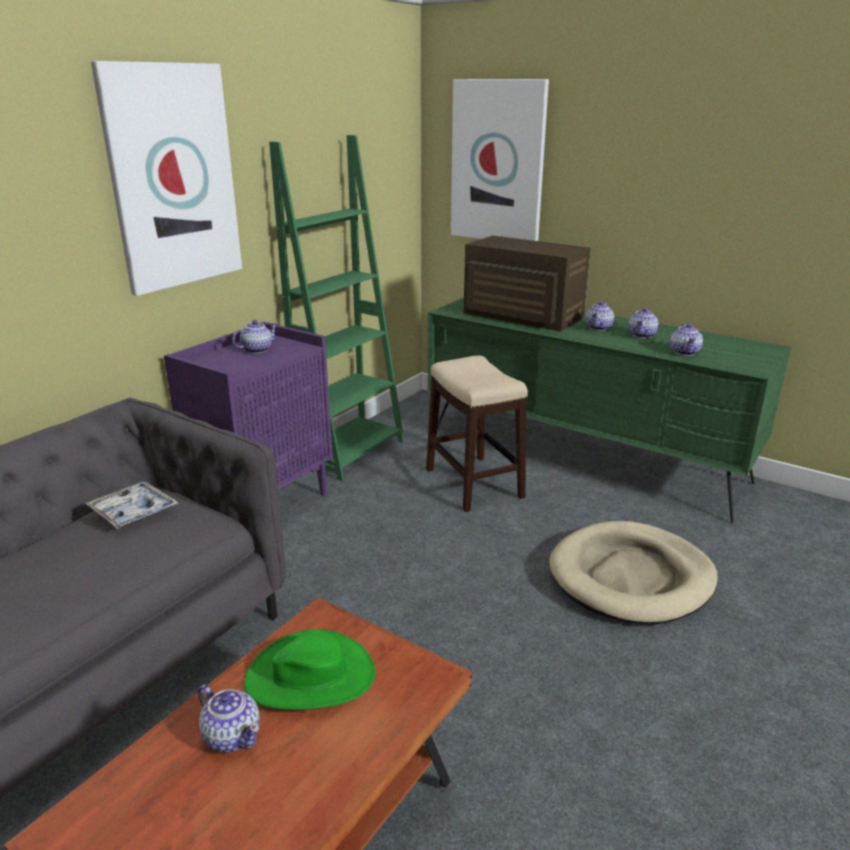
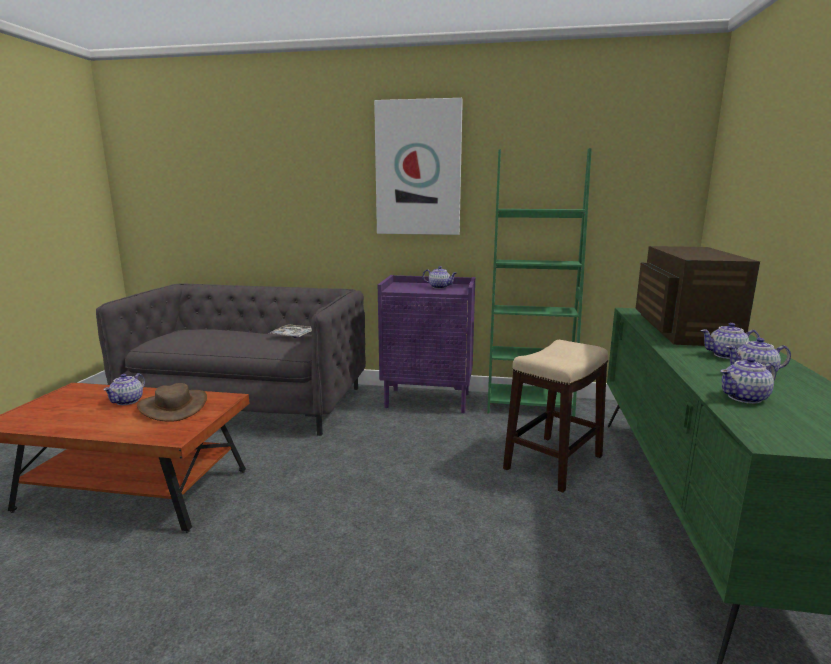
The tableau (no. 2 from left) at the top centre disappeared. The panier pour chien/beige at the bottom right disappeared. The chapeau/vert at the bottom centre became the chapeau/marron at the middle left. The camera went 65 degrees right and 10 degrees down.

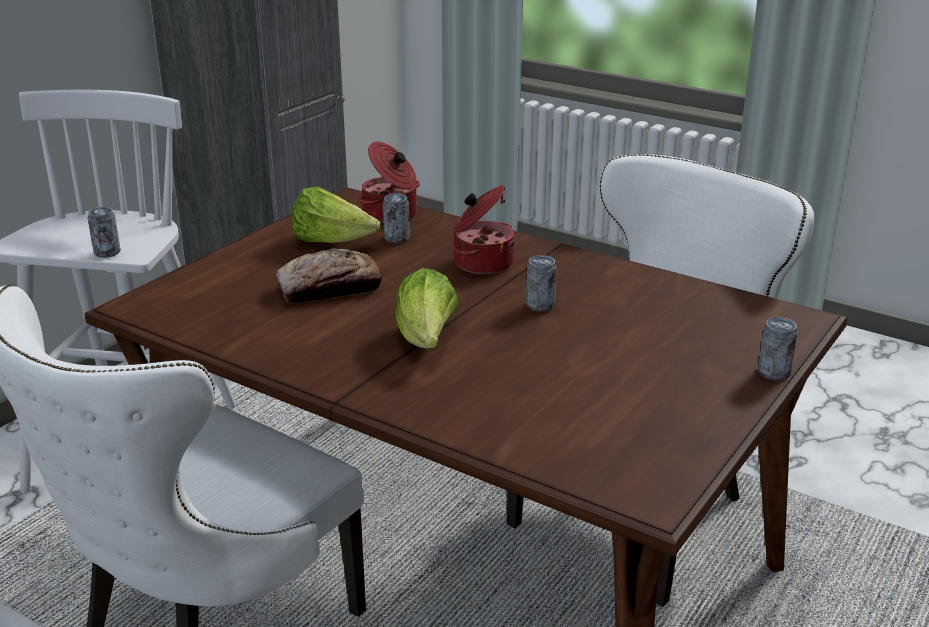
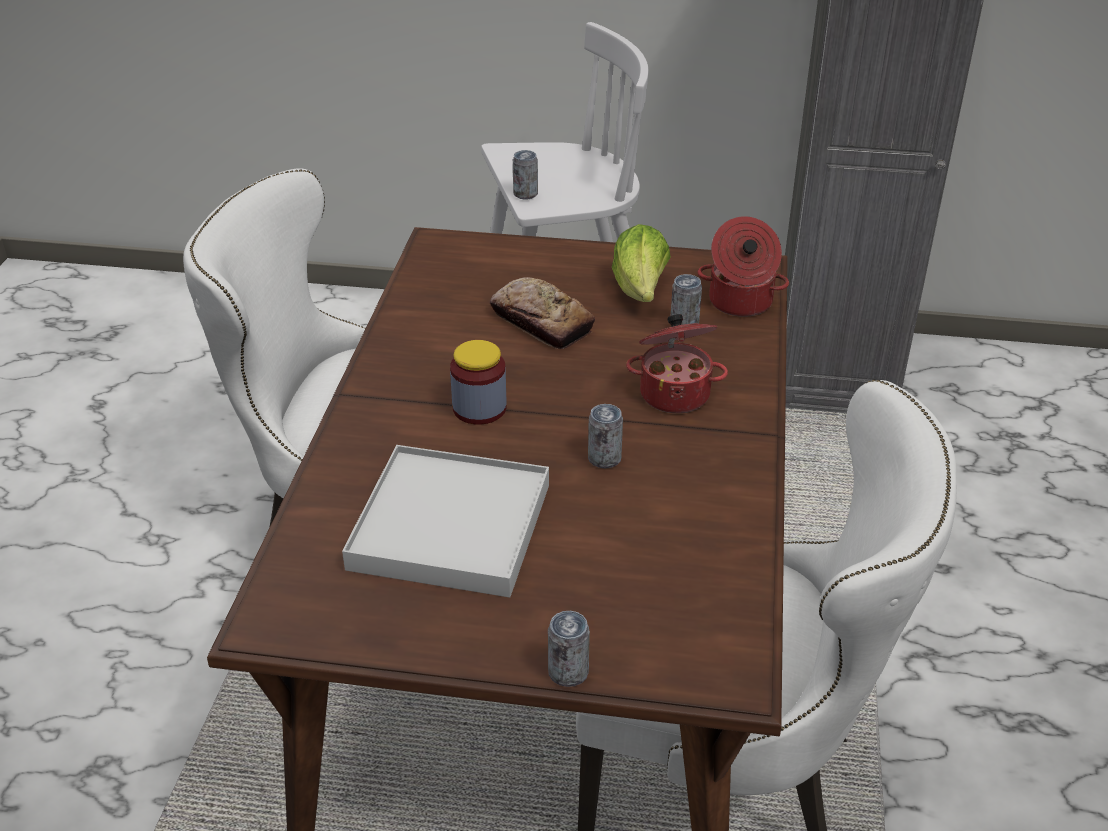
The laitue (no. 2 from left) at the centre was replaced by the bocal at the centre. The plateau/blanc at the centre appeared. The camera went 65 degrees right and 10 degrees up.

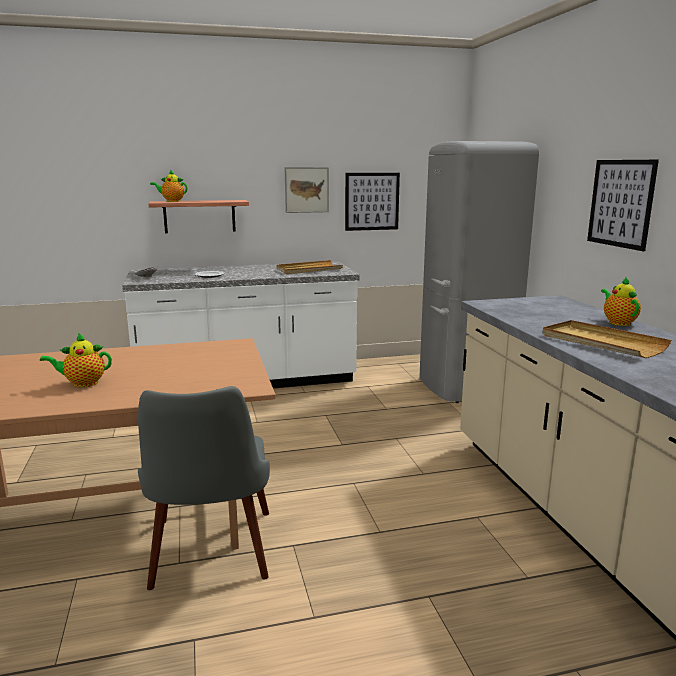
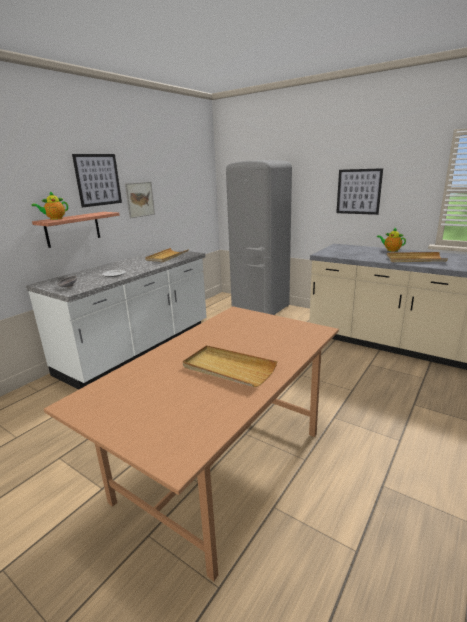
The tableau (no. 2 from left in the first image) moved from the top centre to the top left. The théière (no. 1 from left) at the middle left was replaced by the plateau/beige (no. 2 from left) at the centre. The chaise/gris at the bottom left disappeared. The camera went 40 degrees left and 5 degrees up.

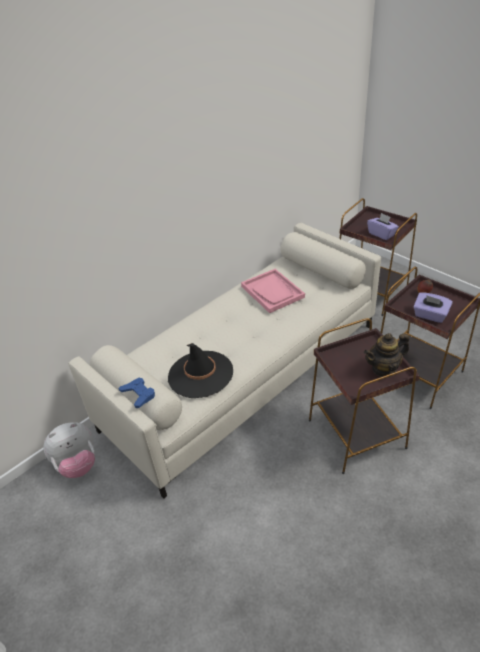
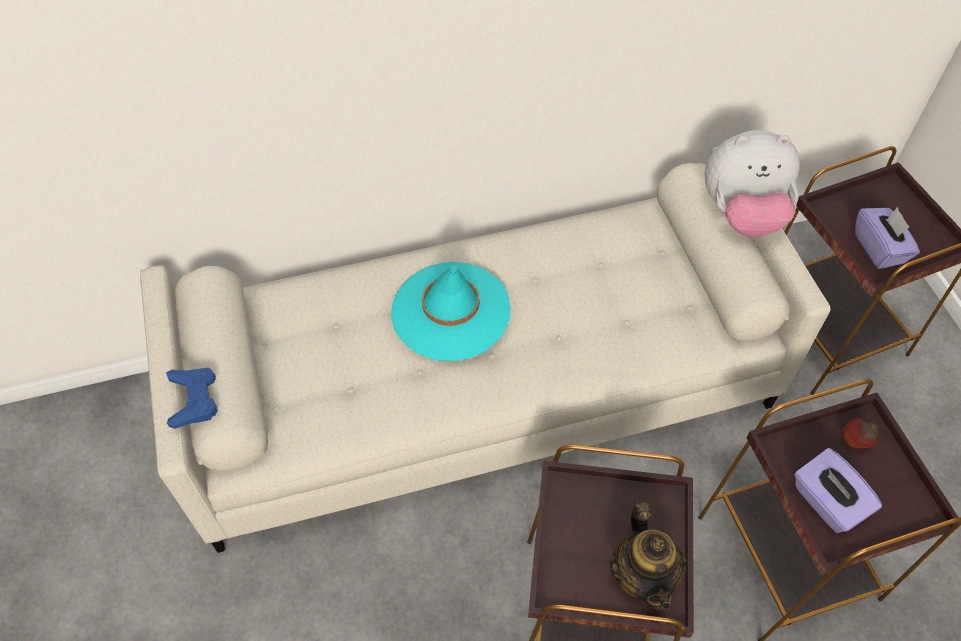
The plateau/rose at the centre disappeared. The théière at the middle right turned 105 degrees counterclockwise. The chapeau/noir at the centre disappeared. The peluche moved from the bottom left to the top right. The chapeau/turquoise at the centre appeared. The camera went 25 degrees right and 15 degrees up.

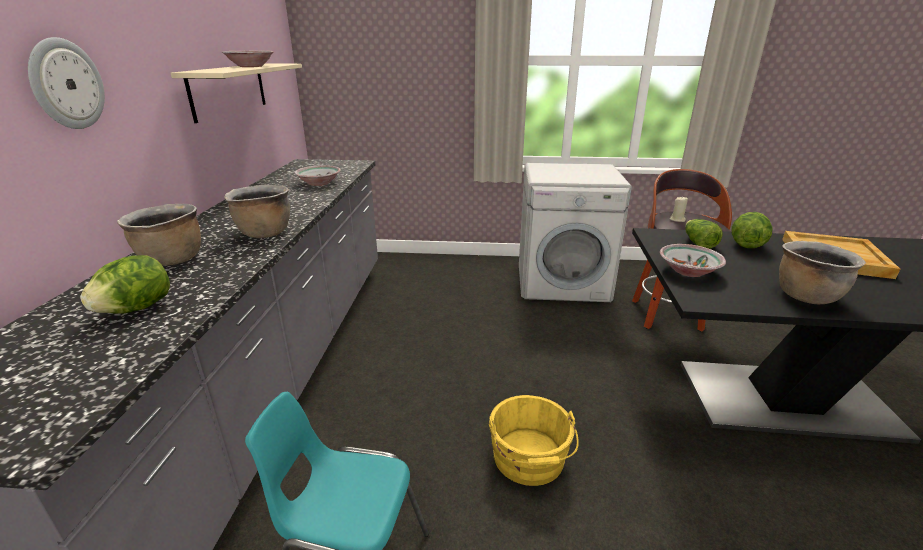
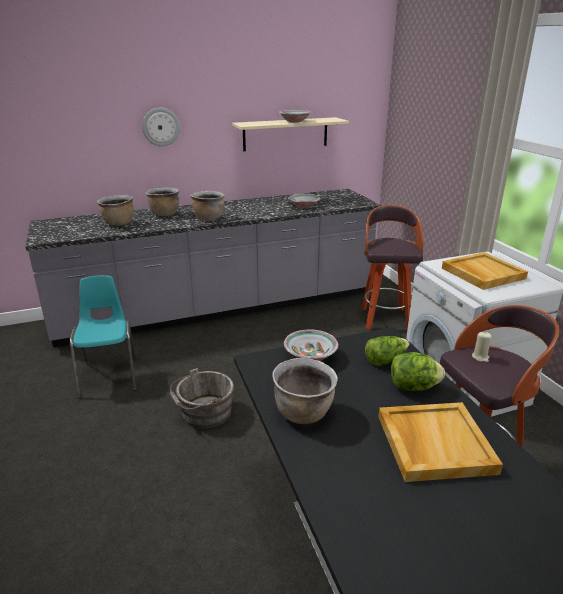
The laitue (no. 1 from left) at the middle left was replaced by the marmite/marron (no. 1 from left) at the middle left. The seau/jaune at the bottom centre became the seau/gris at the bottom centre. The tabouret (no. 1 from left) at the middle right appeared. The plateau/beige (no. 2 from left) at the middle right appeared. The camera went 65 degrees right and 0 degrees up.

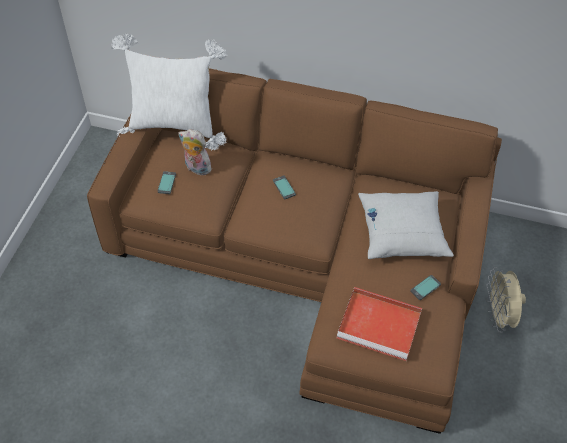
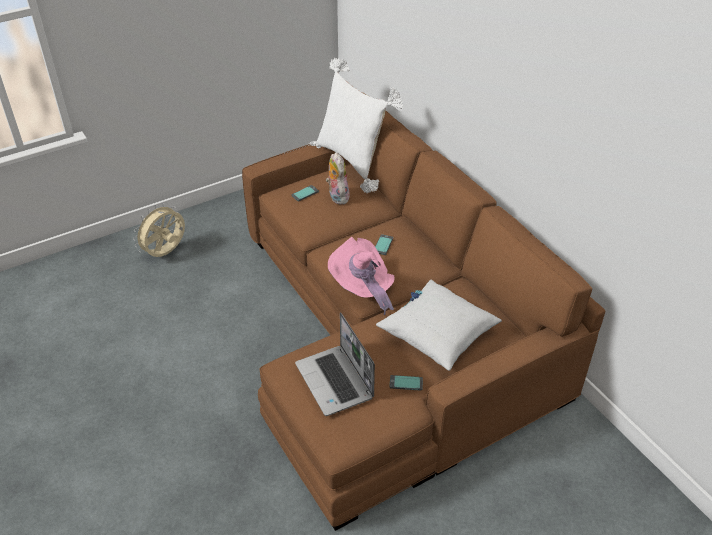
The ventilateur/beige moved from the bottom right to the middle left. The plateau/rouge at the bottom right was replaced by the ordinateur portable at the bottom centre. The chapeau/rose at the centre appeared. The camera went 45 degrees right and 10 degrees down.

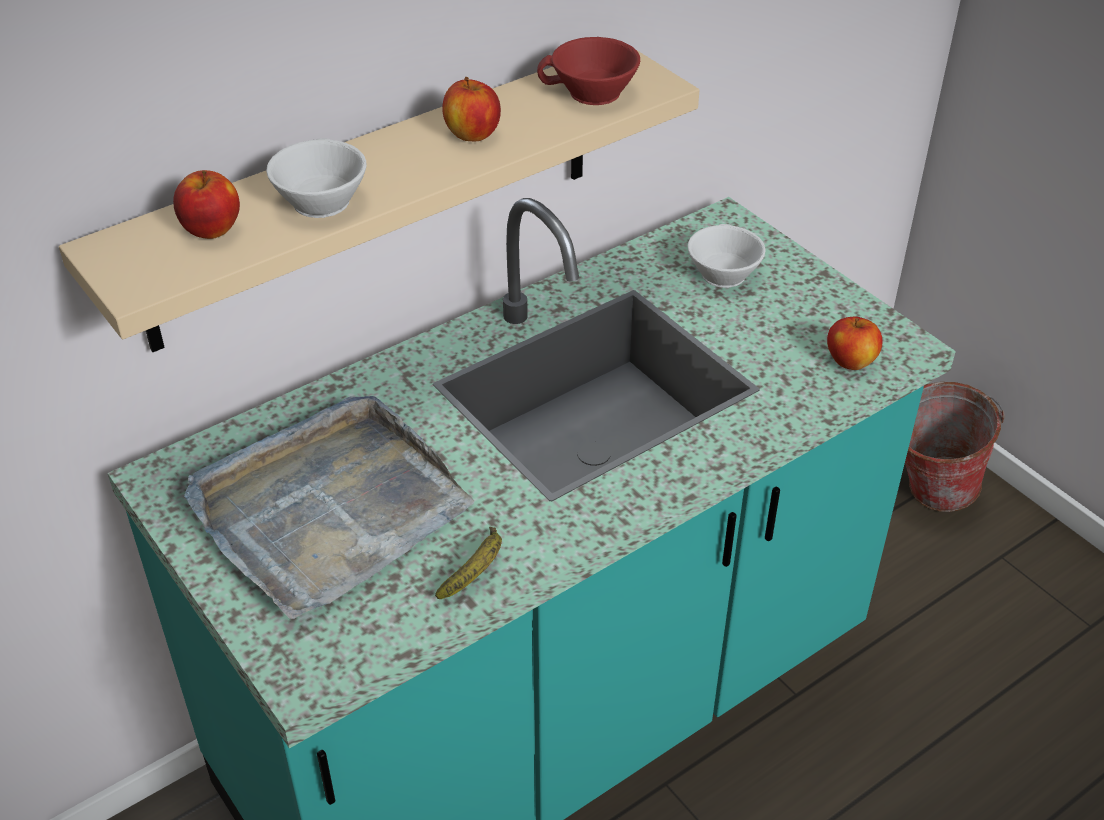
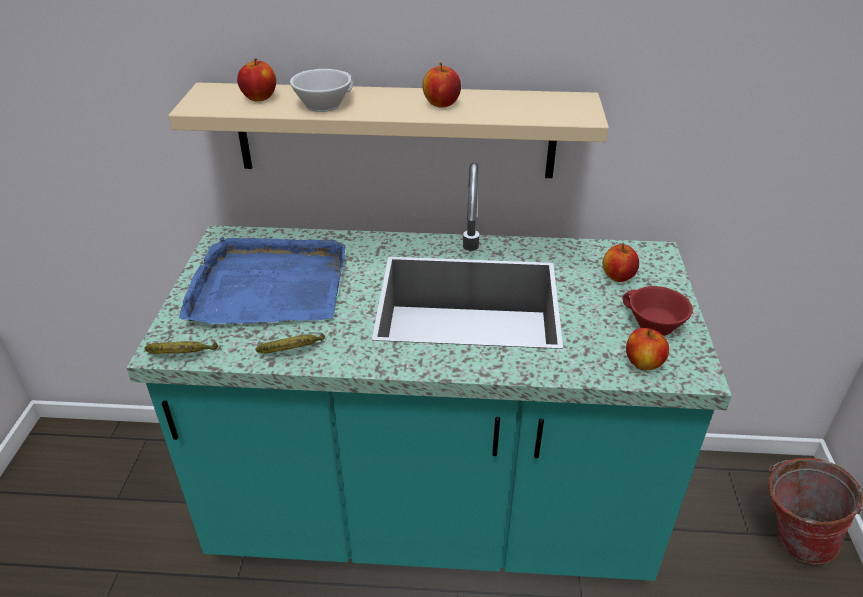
The tasse/rouge moved from the top centre to the middle right. The tasse/blanc (no. 2 from left) at the top centre was replaced by the pomme (no. 3 from left) at the middle right. The plateau/gris at the middle left became the plateau/bleu at the middle left. The banane (no. 1 from left) at the middle left appeared. The camera went 40 degrees right and 5 degrees down.

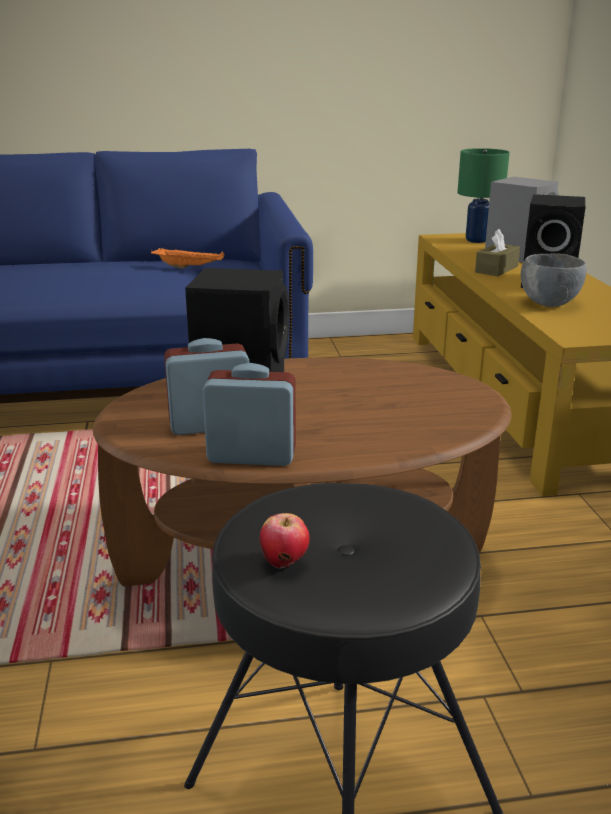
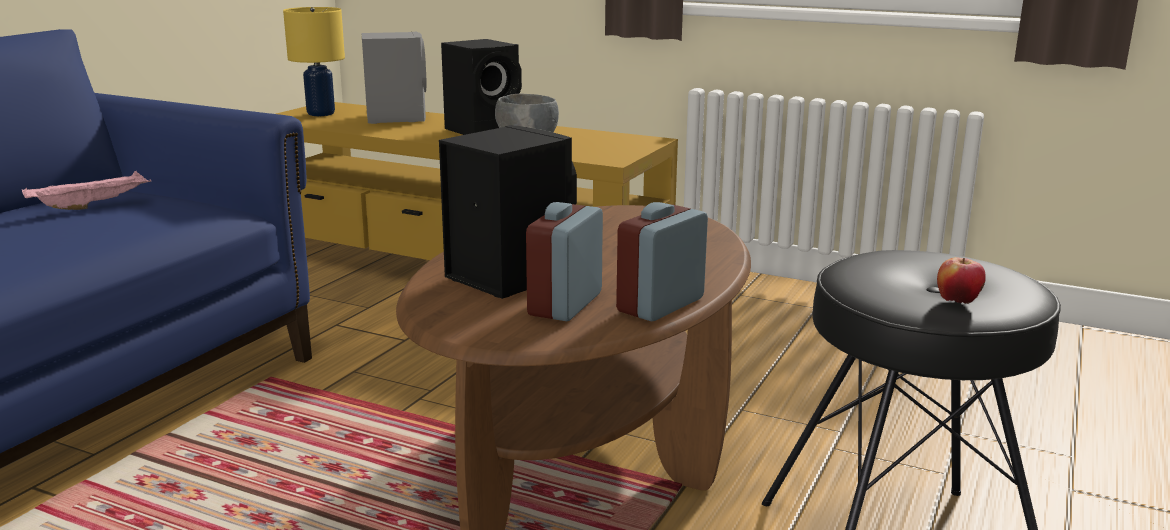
The lampe de table/vert at the top right became the lampe de table/jaune at the top left. The boîte à mouchoirs/marron at the top right disappeared. The plateau/orange at the top left became the plateau/rose at the middle left. The camera went 55 degrees left and 5 degrees down.

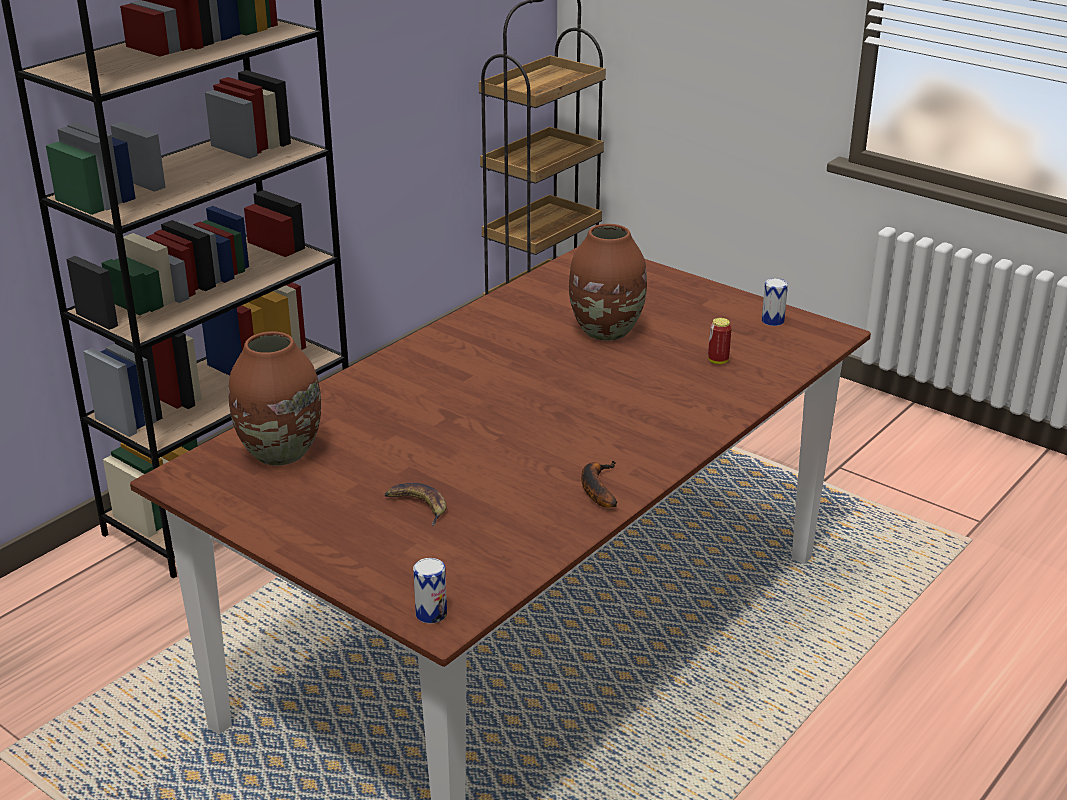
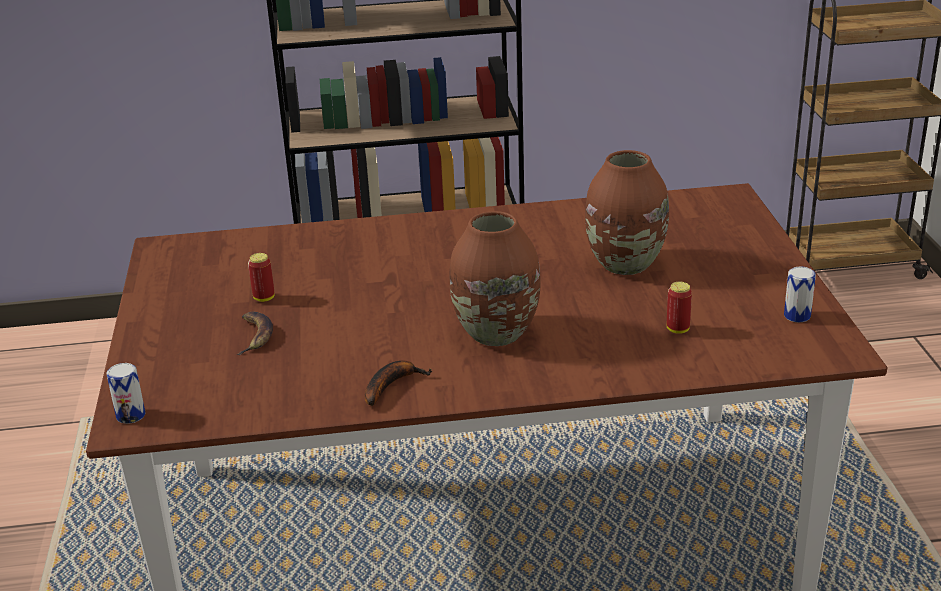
The vase/marron (no. 1 from left) moved from the middle left to the centre. The boîte métallique (no. 2 from left) at the middle left appeared. The camera went 45 degrees right and 0 degrees up.

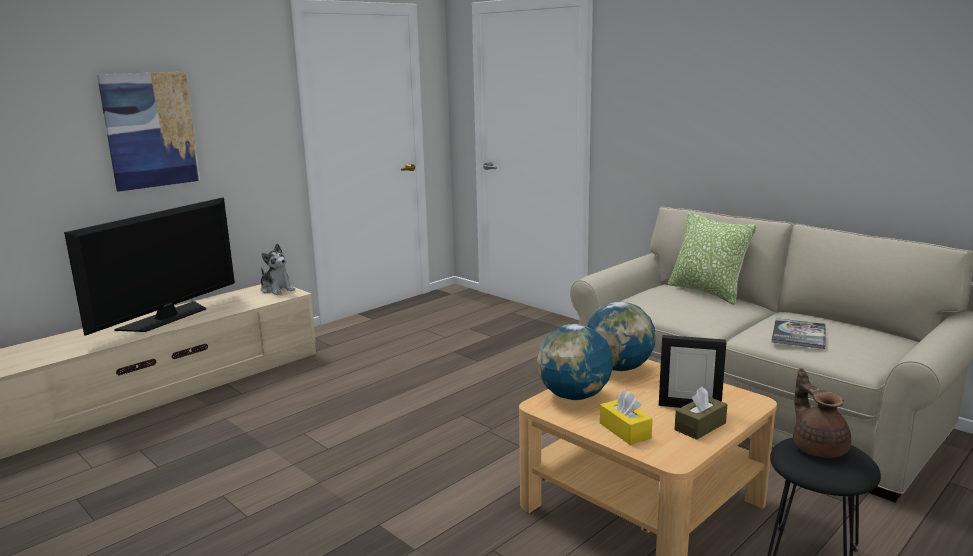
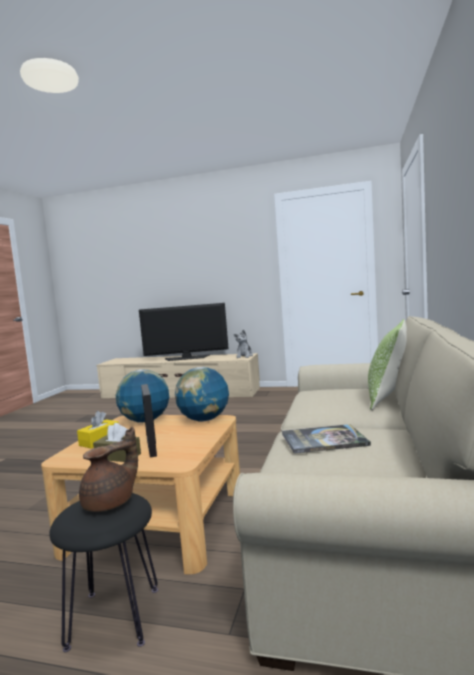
The tableau at the top left disappeared. The camera went 60 degrees right and 10 degrees down.

